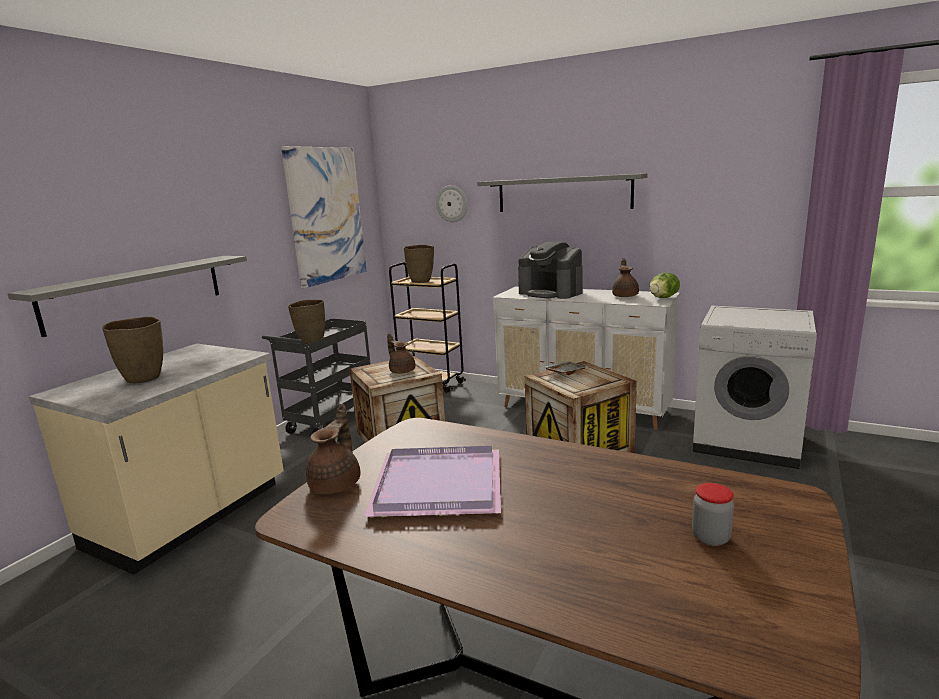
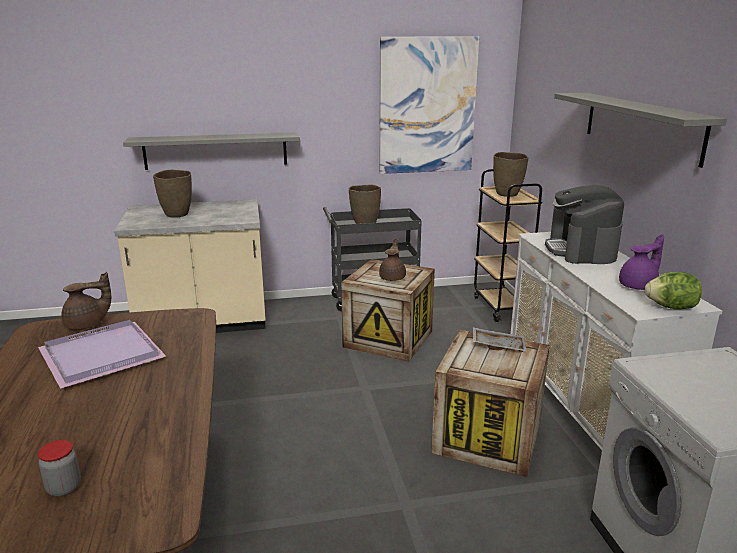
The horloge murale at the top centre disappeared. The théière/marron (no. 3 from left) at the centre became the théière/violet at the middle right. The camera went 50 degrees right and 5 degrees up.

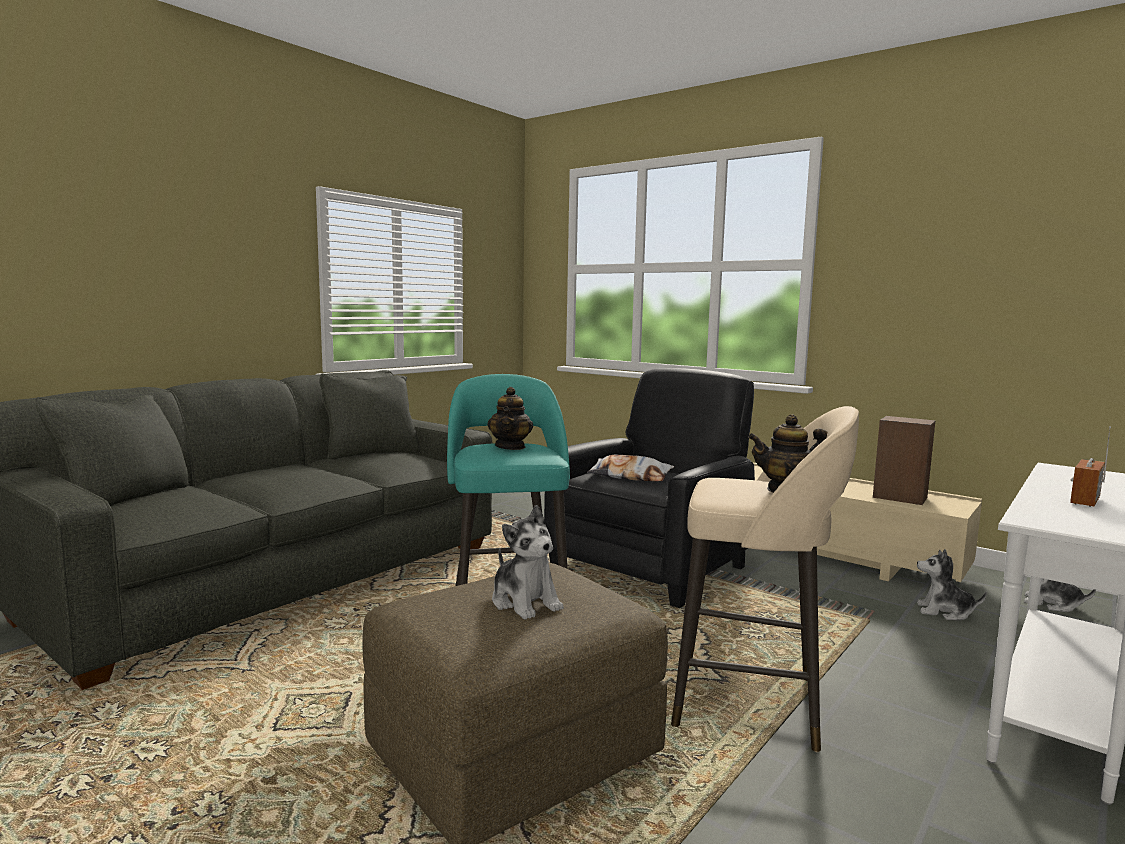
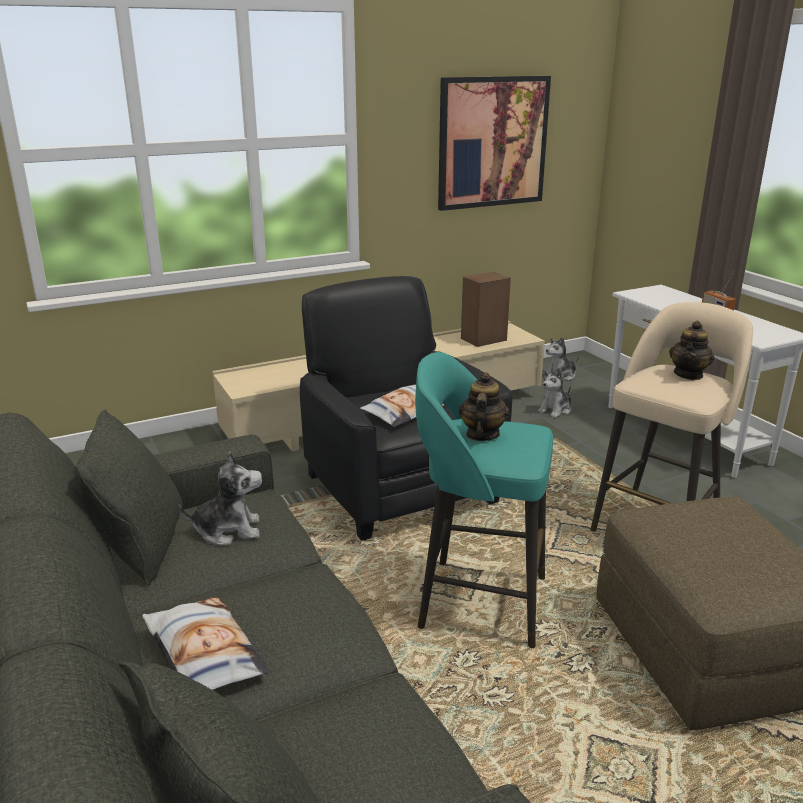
The théière (no. 1 from left) at the centre turned 105 degrees counterclockwise. The peluche (no. 1 from left) moved from the centre to the middle left. The tableau at the top centre appeared. The coussin (no. 1 from left) at the bottom left appeared. The camera went 65 degrees left and 15 degrees up.

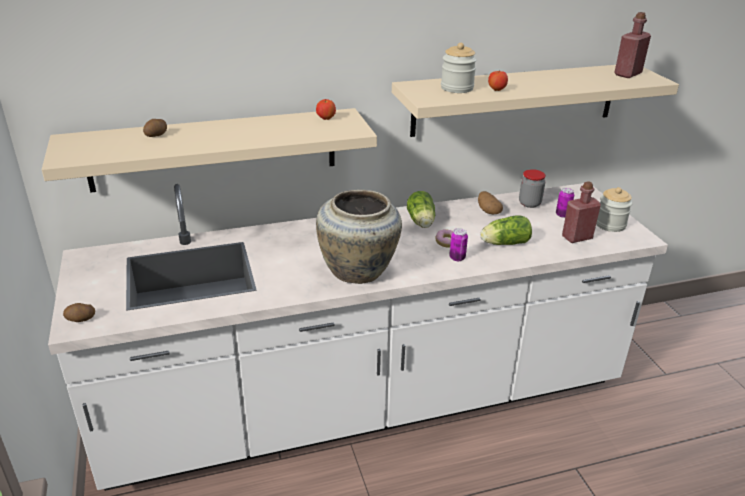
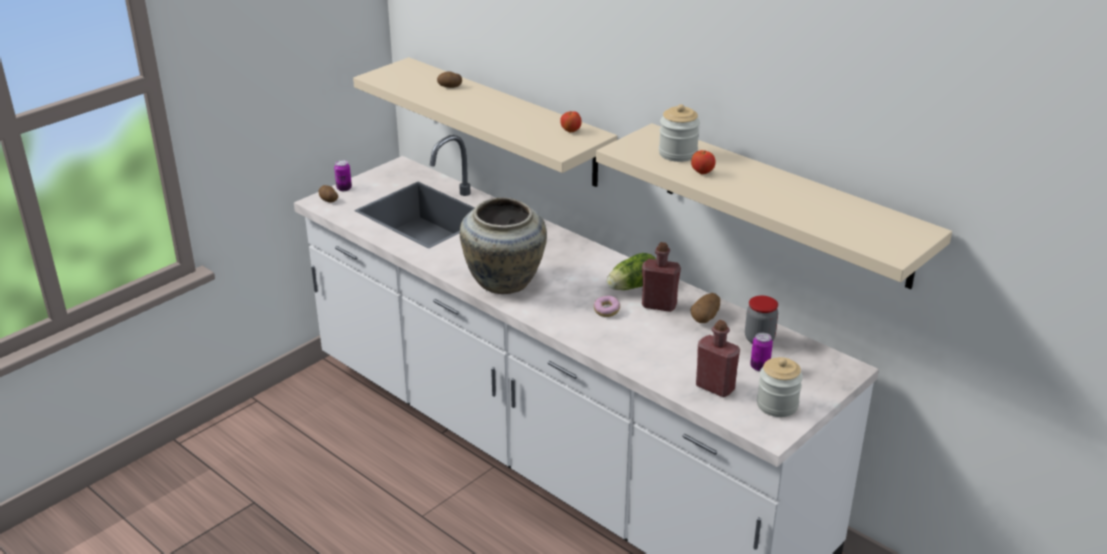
The bouteille/rouge (no. 2 from left in the first image) moved from the top right to the centre. The laitue (no. 2 from left) at the middle right disappeared. The boîte métallique (no. 1 from left) moved from the centre to the top left. The camera went 60 degrees right and 0 degrees up.

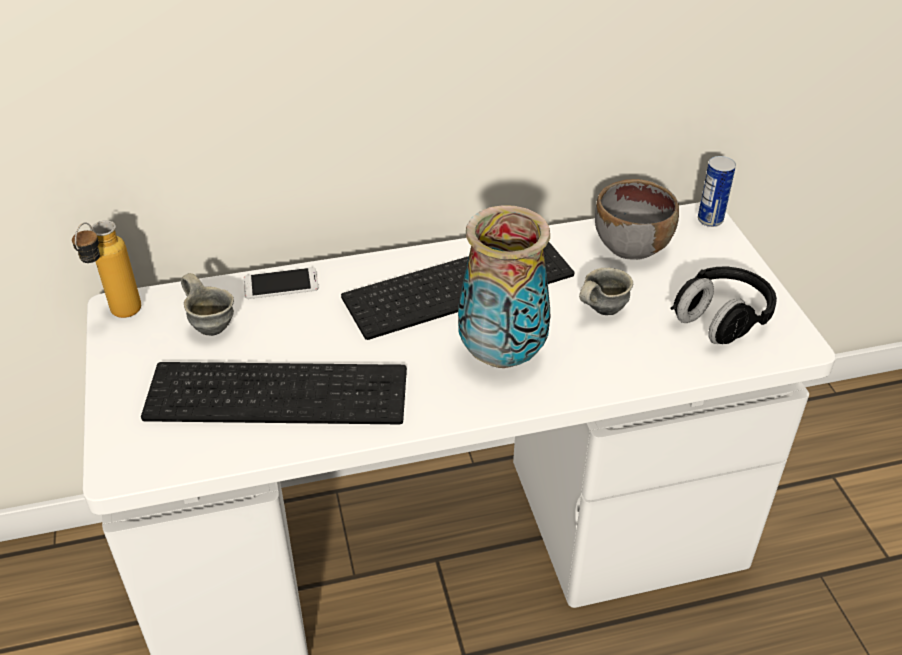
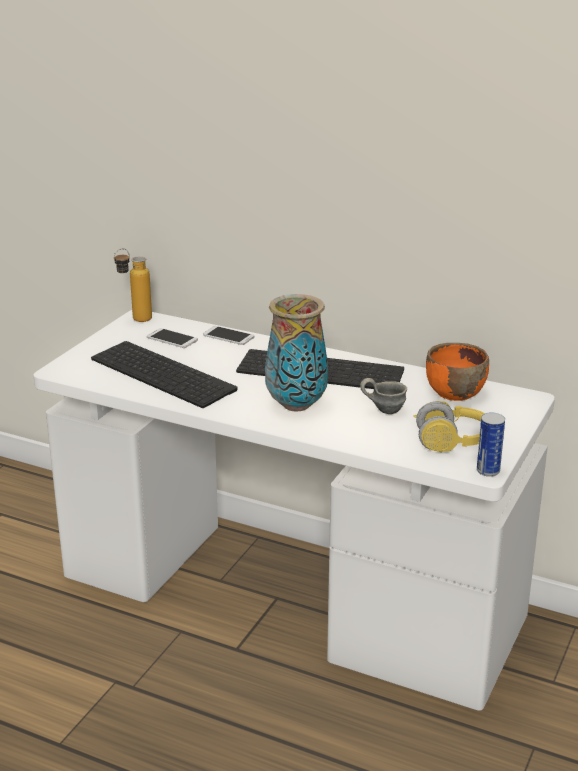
The boîte métallique moved from the top right to the middle right. The bol/gris at the middle right became the bol/orange at the middle right. The casque audio/noir at the middle right became the casque audio/jaune at the middle right. The mug/gris (no. 1 from left) at the middle left was replaced by the téléphone (no. 1 from left) at the middle left. The camera went 40 degrees right and 15 degrees down.

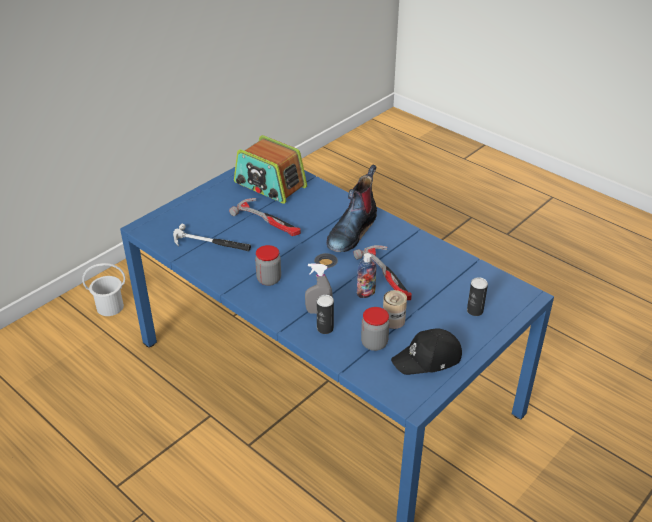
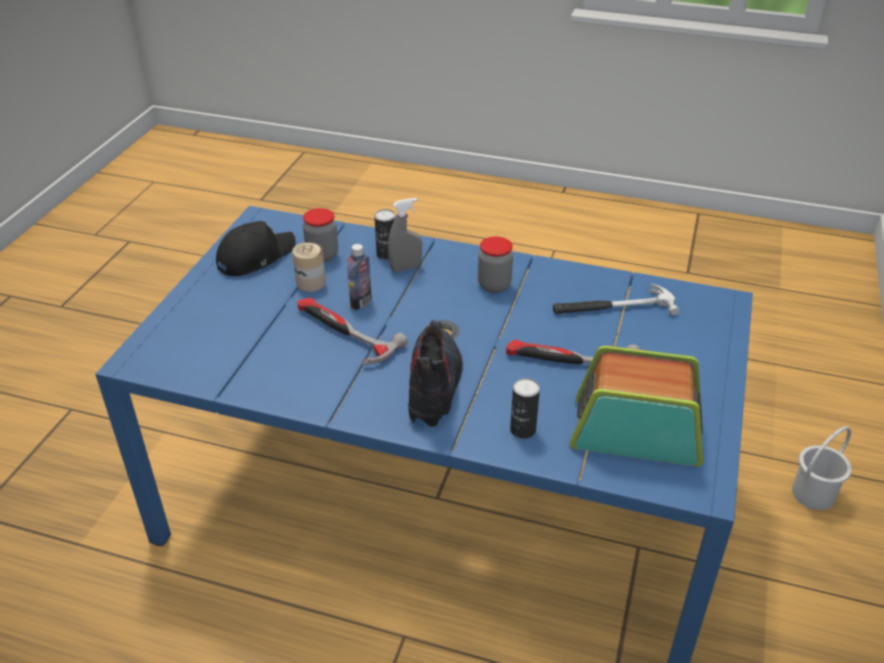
The boîte métallique (no. 3 from left) moved from the middle right to the centre. The camera went 155 degrees right and 0 degrees up.

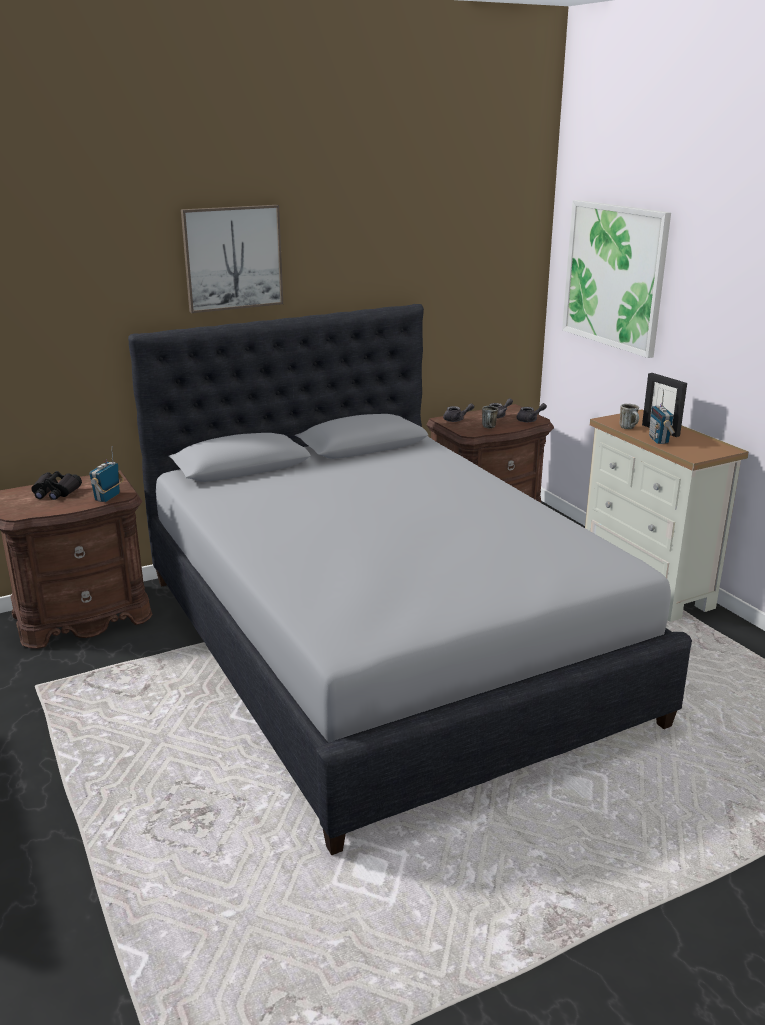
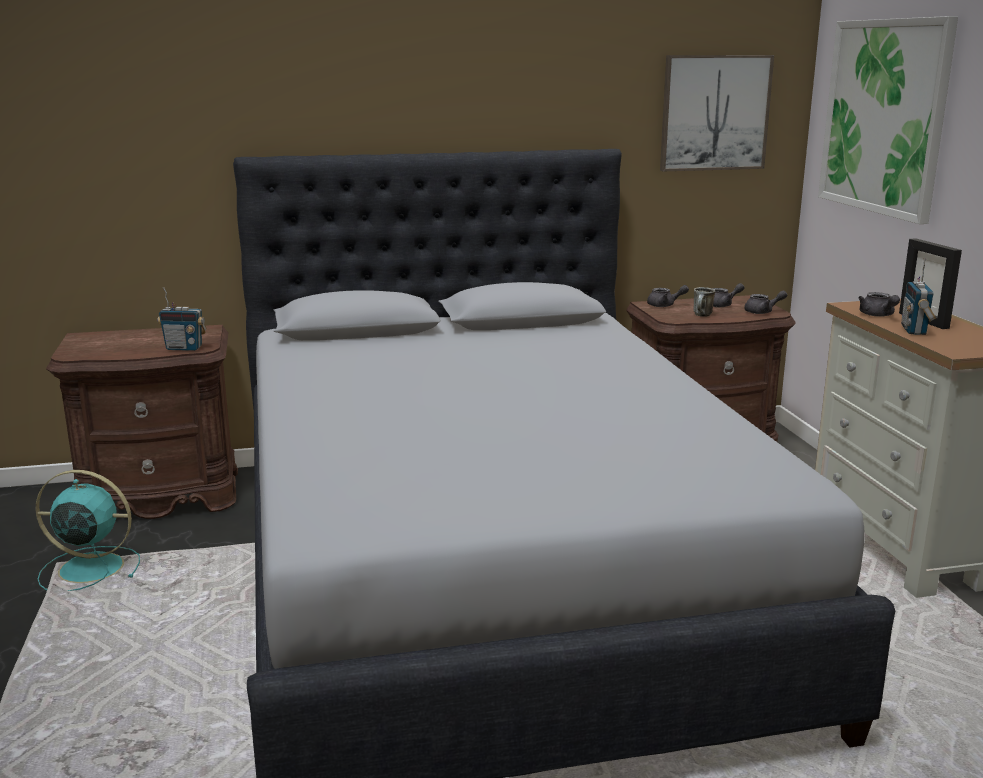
The tableau (no. 1 from left) moved from the top left to the top right. The mug (no. 2 from left) at the middle right was replaced by the théière/gris (no. 4 from left) at the middle right. The radio (no. 1 from left) at the middle left turned 120 degrees counterclockwise. The jumelles/noir at the middle left disappeared. The ventilateur/turquoise at the bottom left appeared. The camera went 15 degrees right and 5 degrees down.

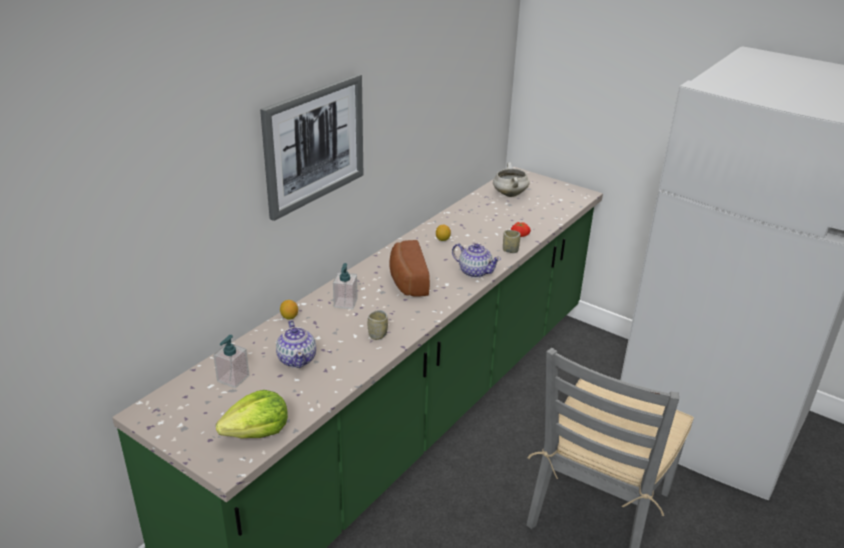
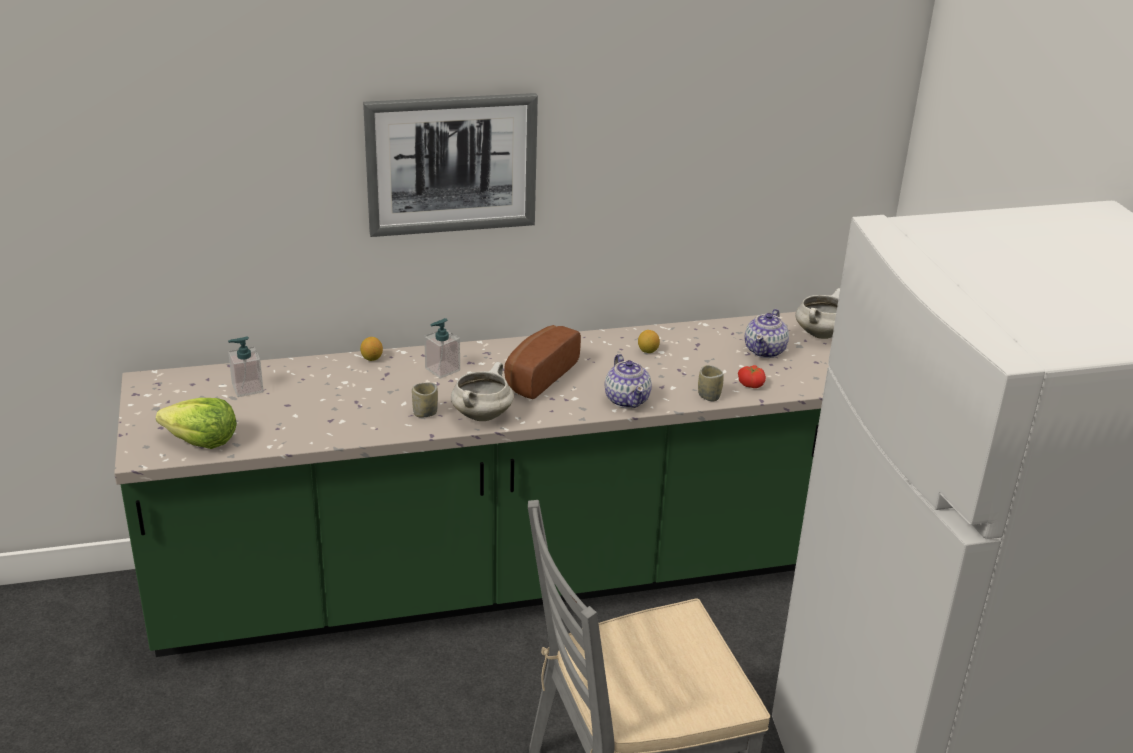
The théière (no. 1 from left in the first image) moved from the centre to the middle right. The marmite/blanc (no. 1 from left) at the centre appeared. The camera went 40 degrees right and 0 degrees up.

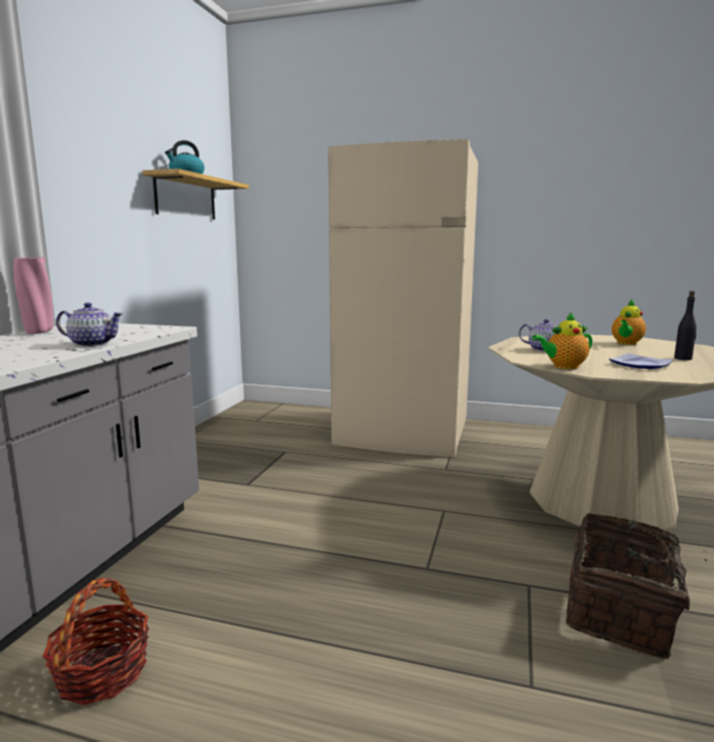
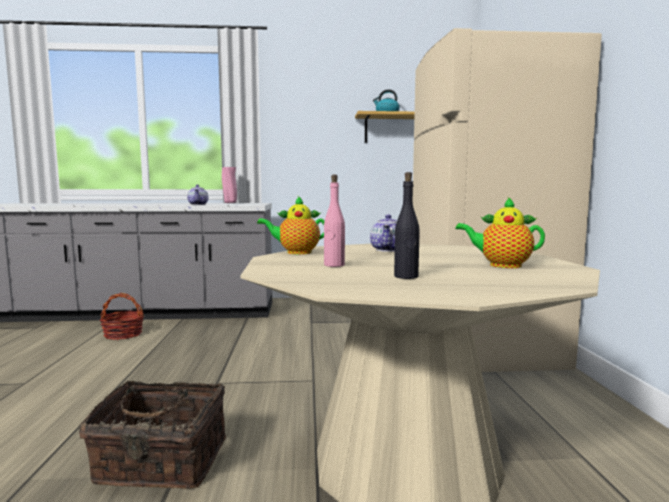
The théière (no. 3 from left in the first image) at the middle right turned 60 degrees counterclockwise. The assiette at the middle right was replaced by the bouteille/rose at the centre. The camera went 70 degrees right and 5 degrees down.

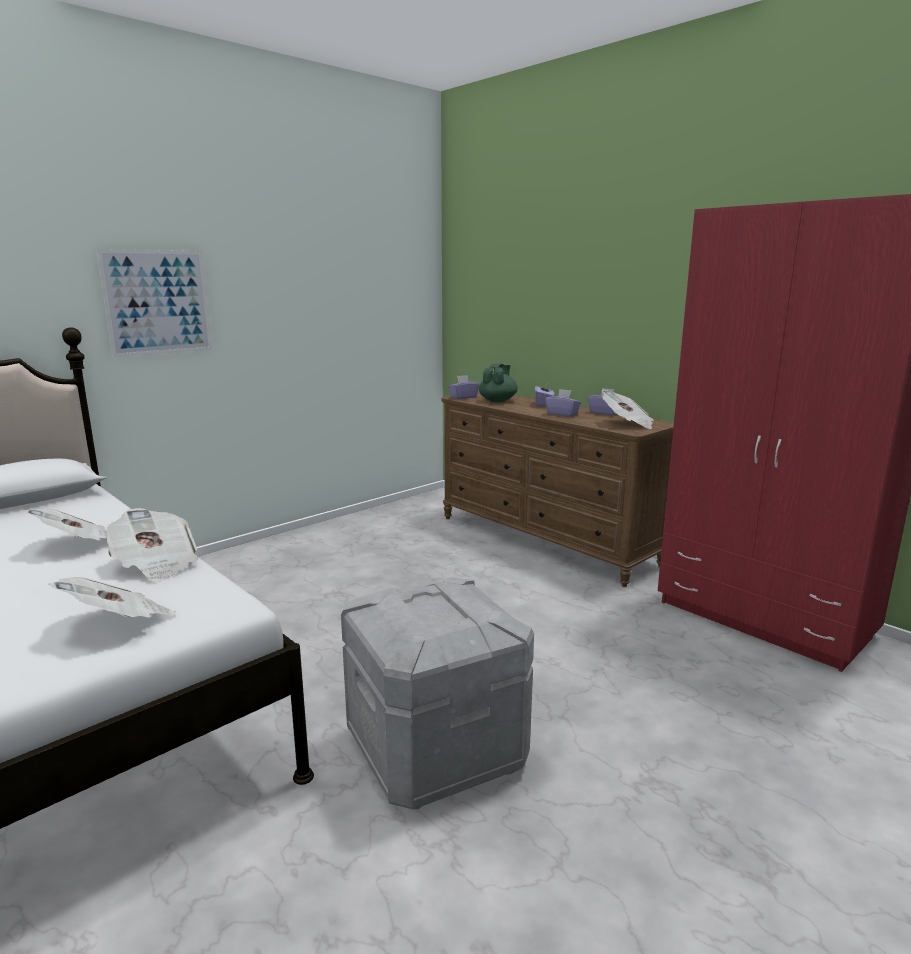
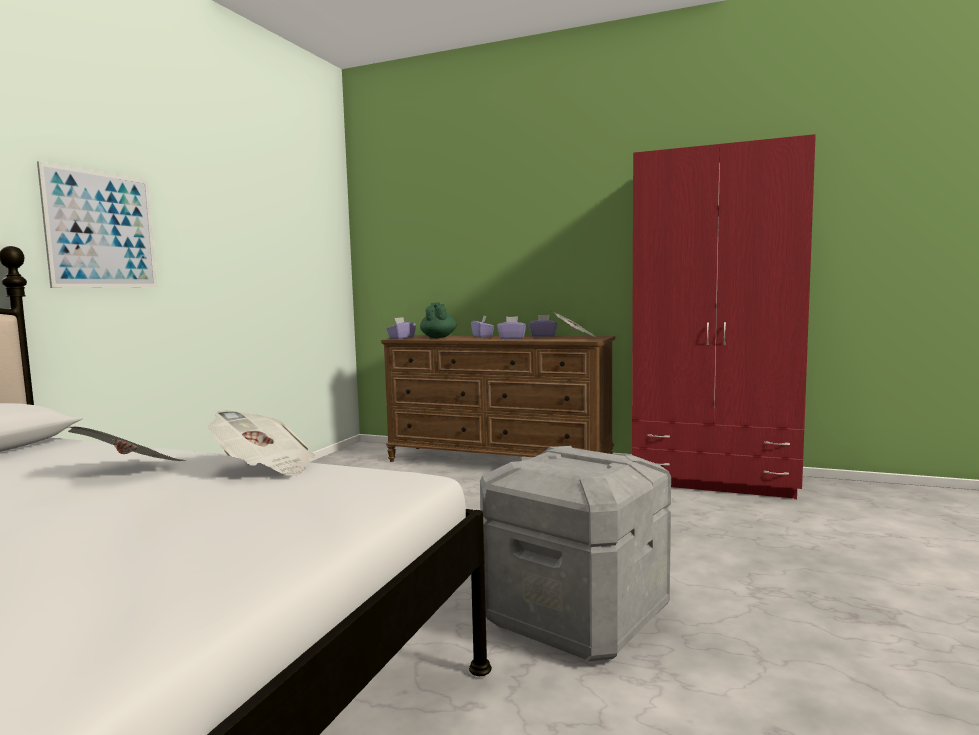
The journal (no. 2 from left) at the middle left disappeared. The camera went 25 degrees left and 10 degrees down.

